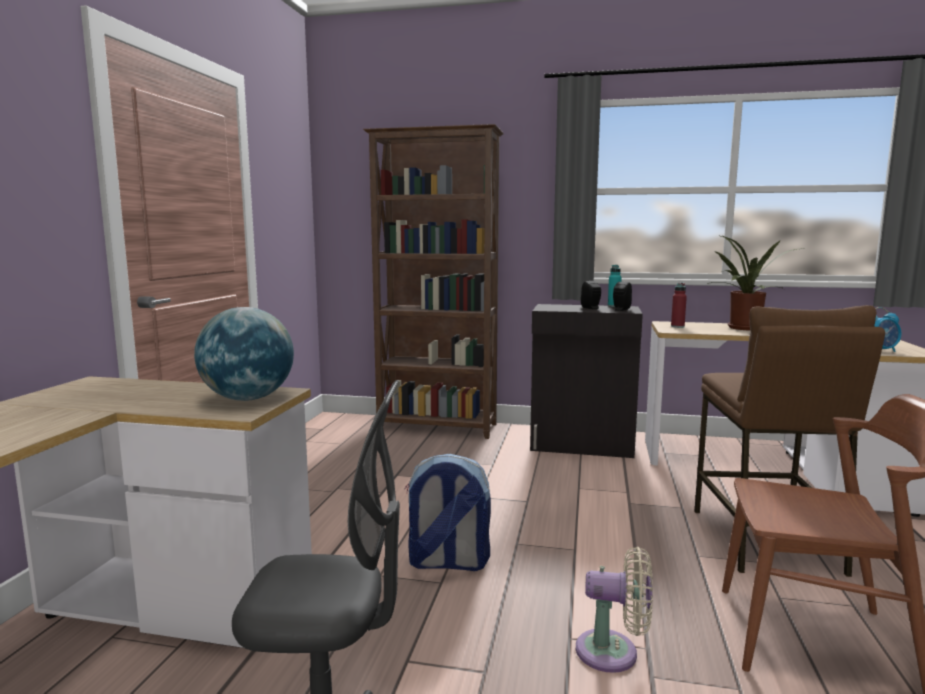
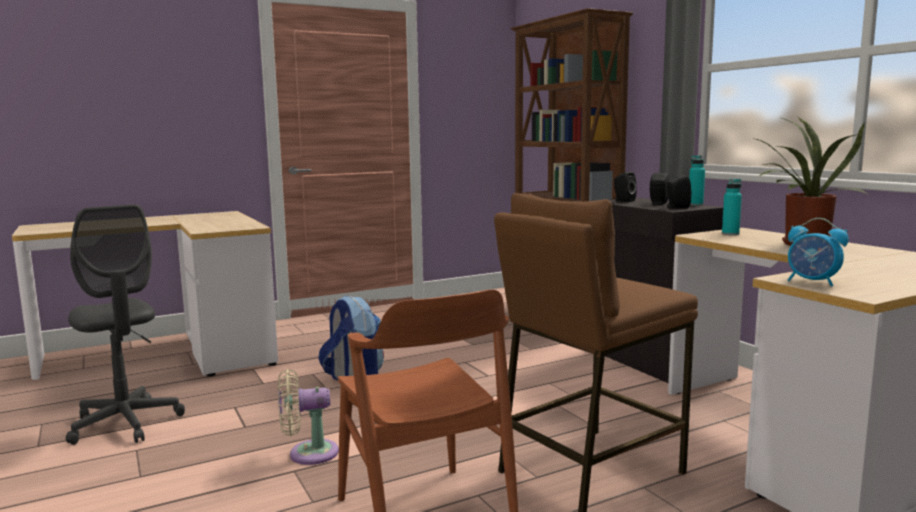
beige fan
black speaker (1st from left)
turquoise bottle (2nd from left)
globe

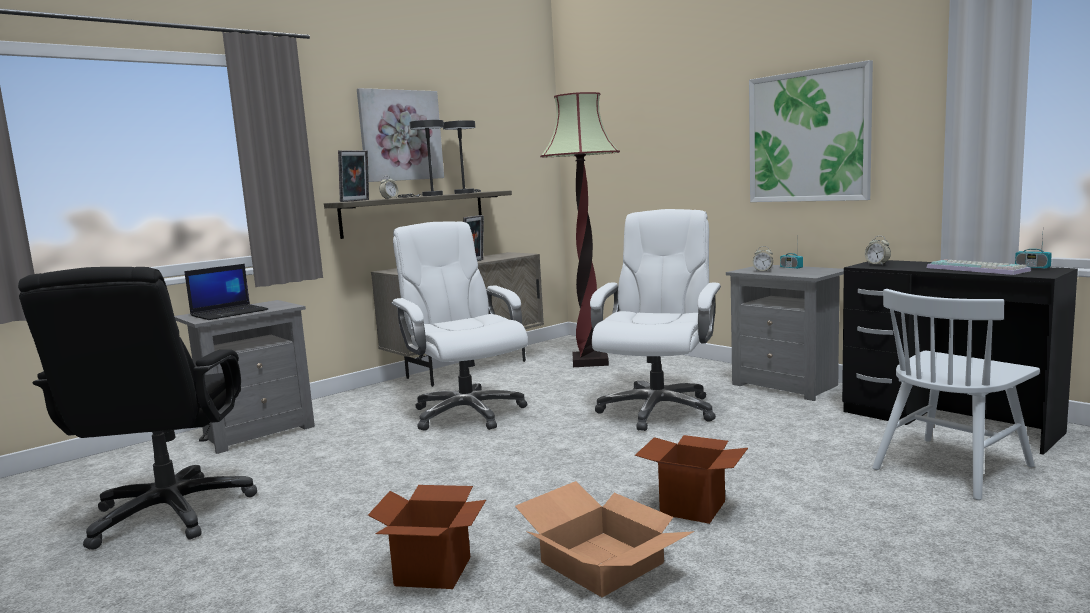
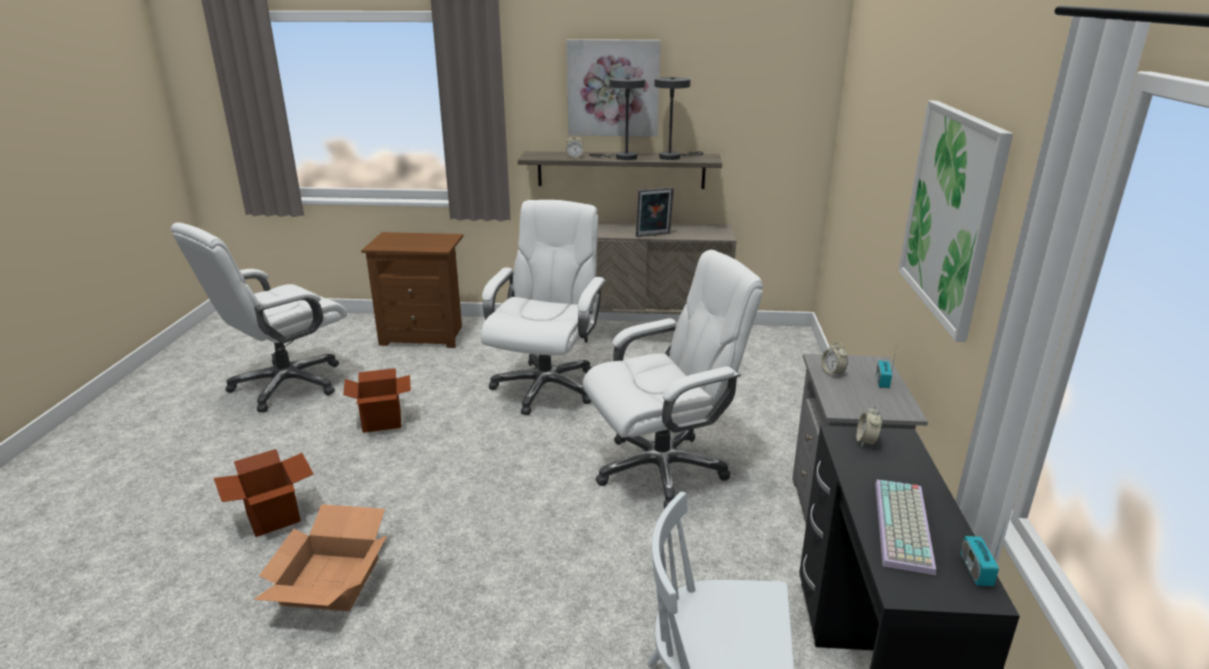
white office chair (1st from left)
cardboard box (3rd from left)
brown nightstand
laptop
picture frame (1st from left in the first image)
floor lamp

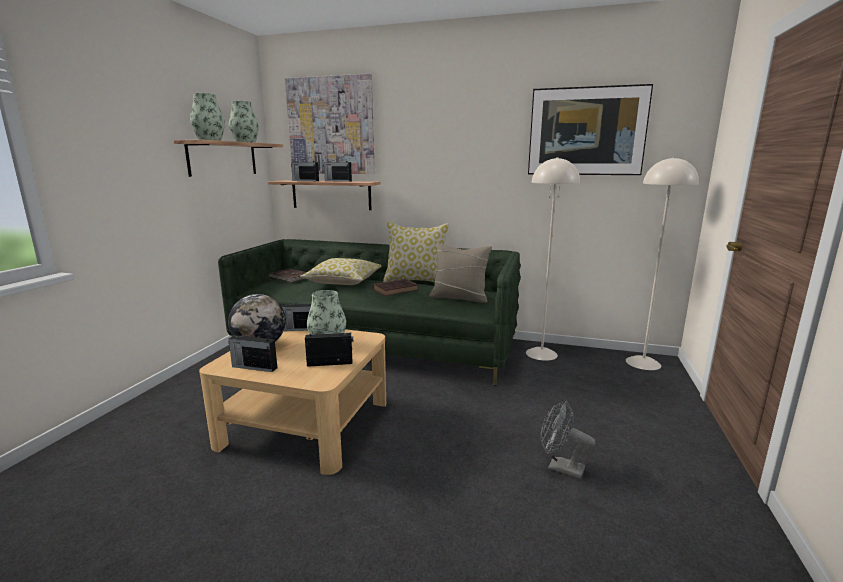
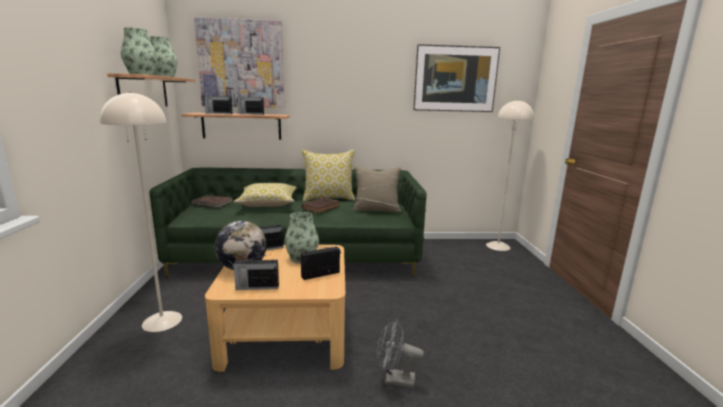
beige floor lamp (1st from left)
grey fan

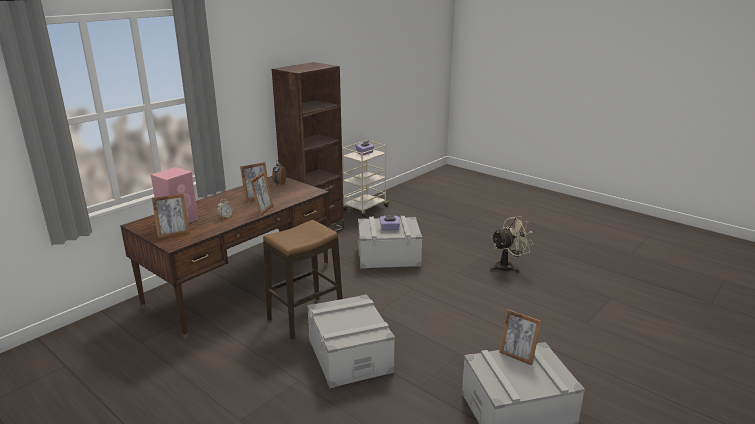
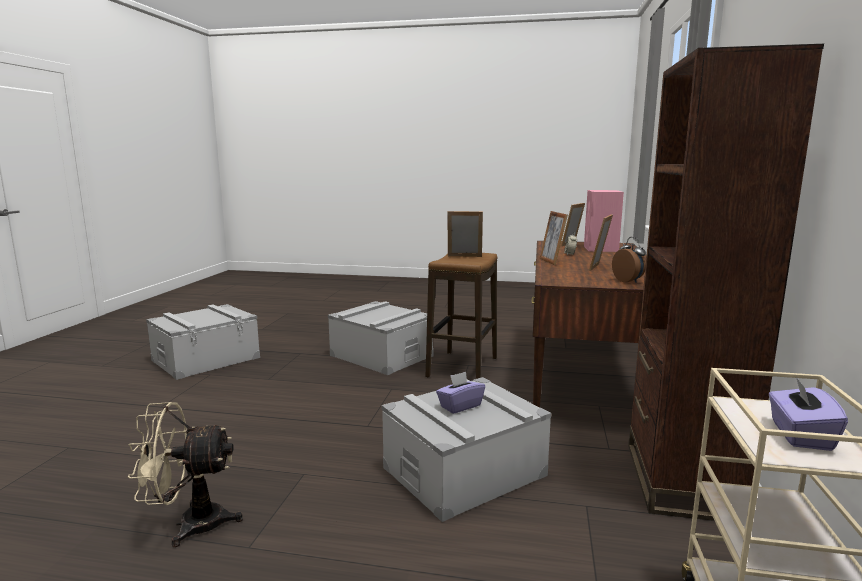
beige fan
picture frame (1st from left)

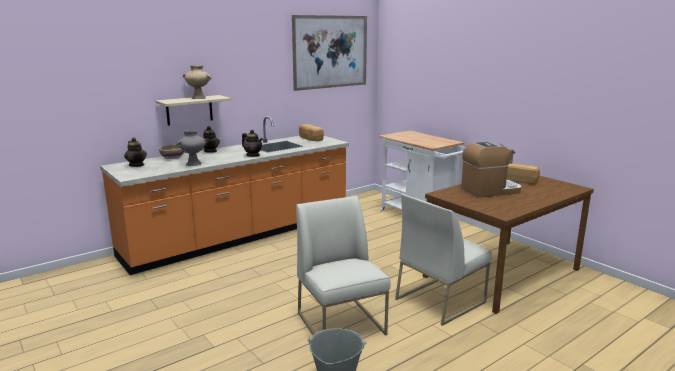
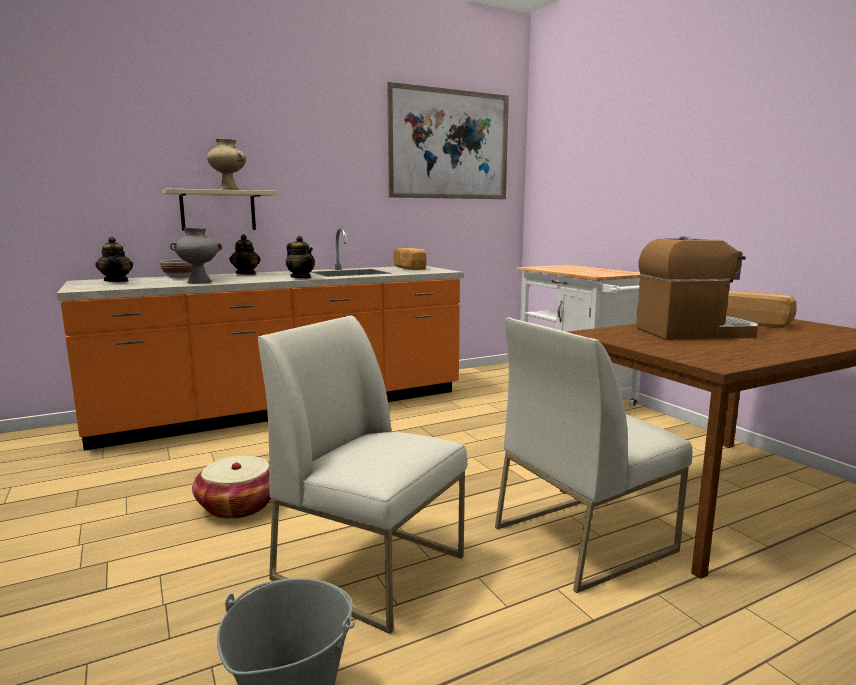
basket
white chair (1st from left)

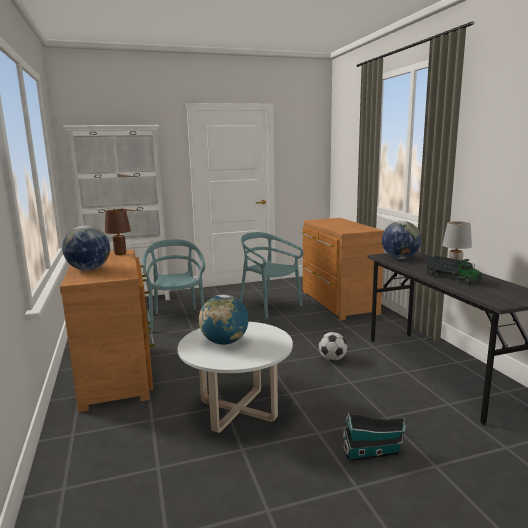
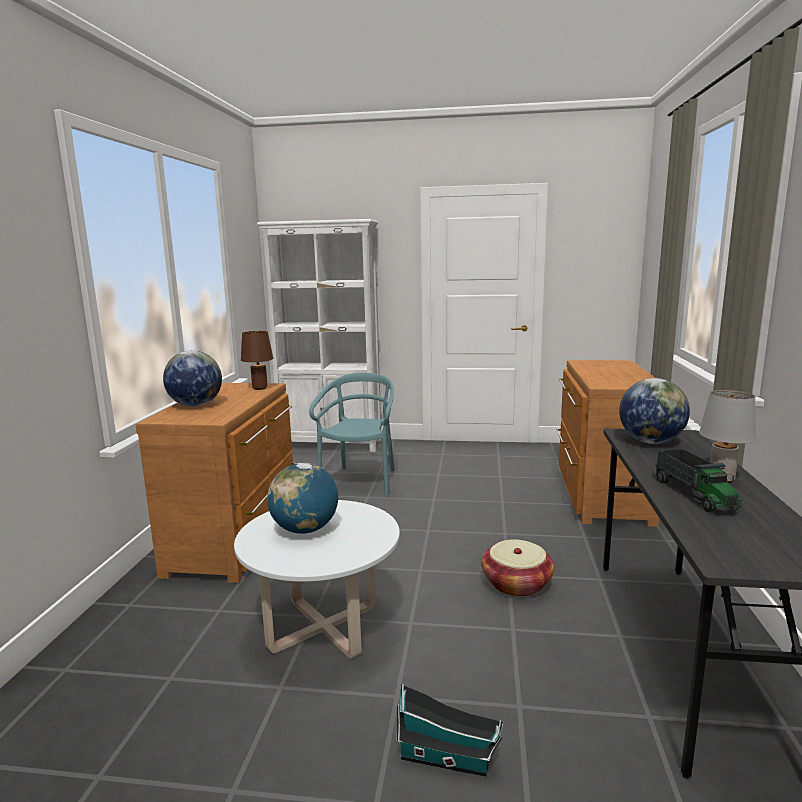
basket
turquoise chair (2nd from left in the first image)

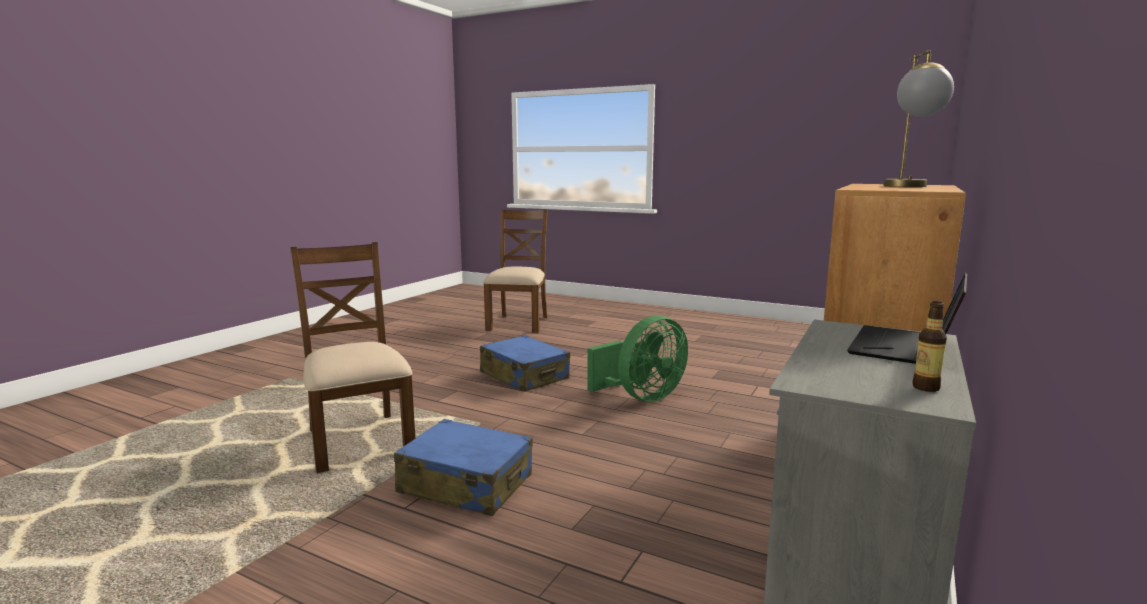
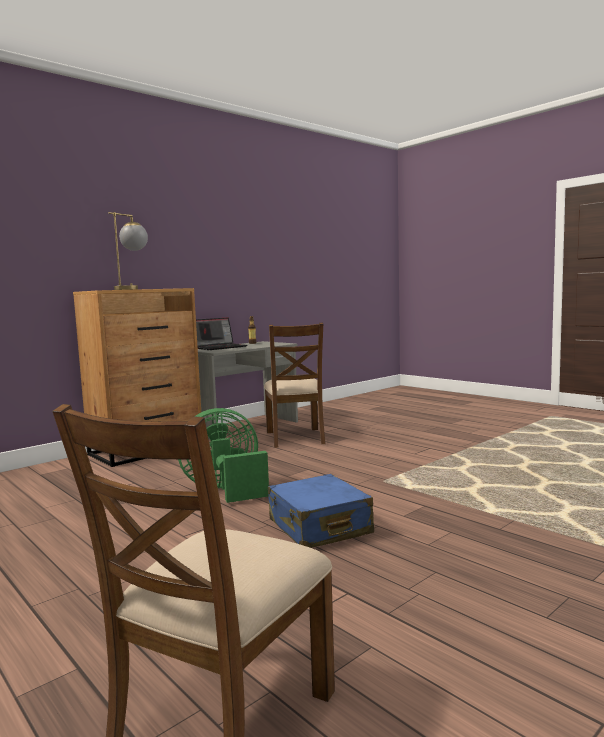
brown chair (2nd from left)
blue suitcase (1st from left in the first image)

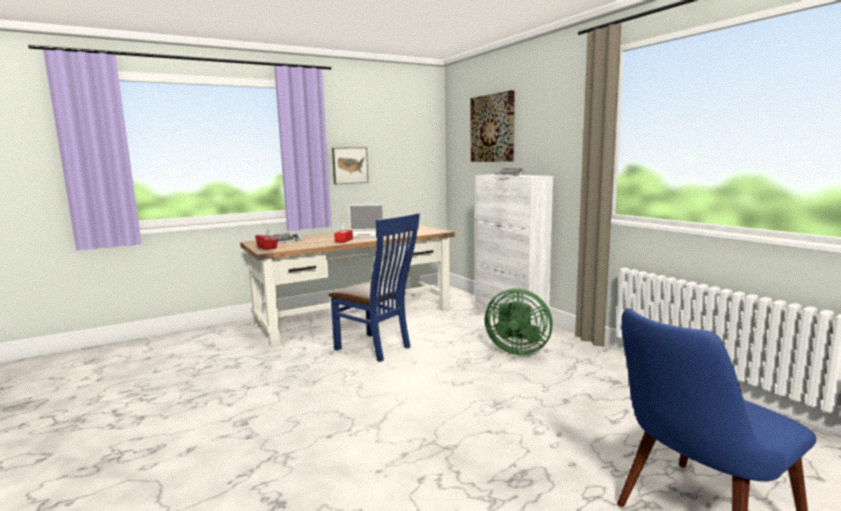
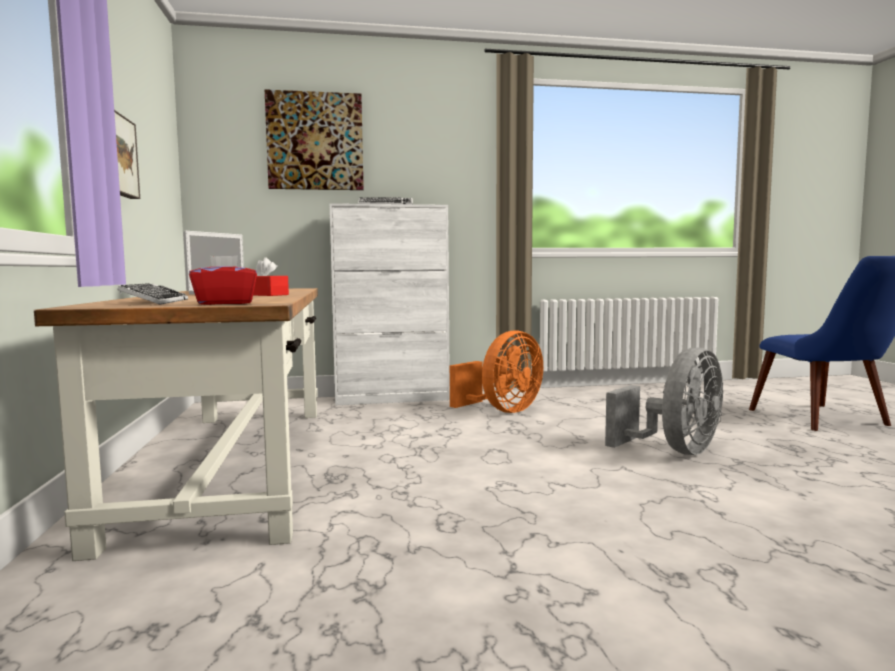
orange fan
grey fan
blue chair (1st from left in the first image)

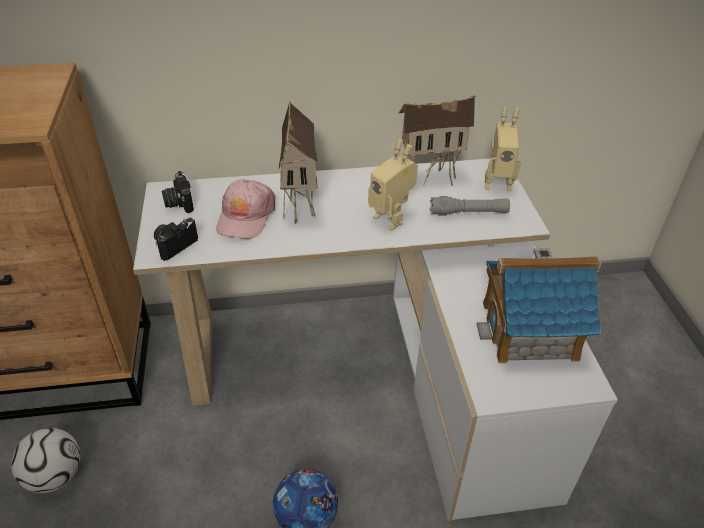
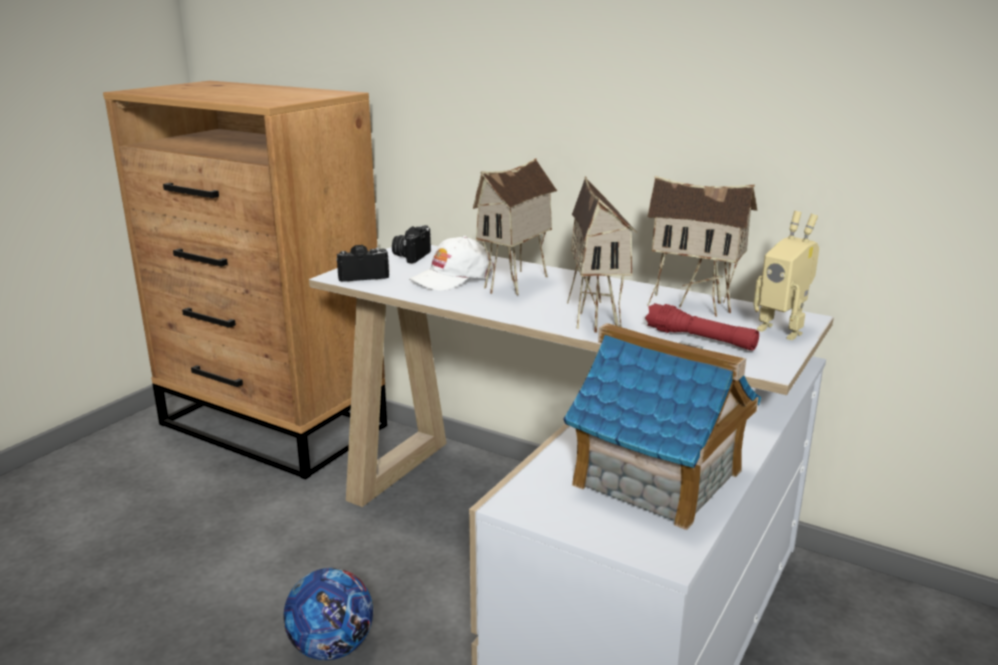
white cap
toy house (2nd from left)
red flashlight
football (1st from left in the first image)

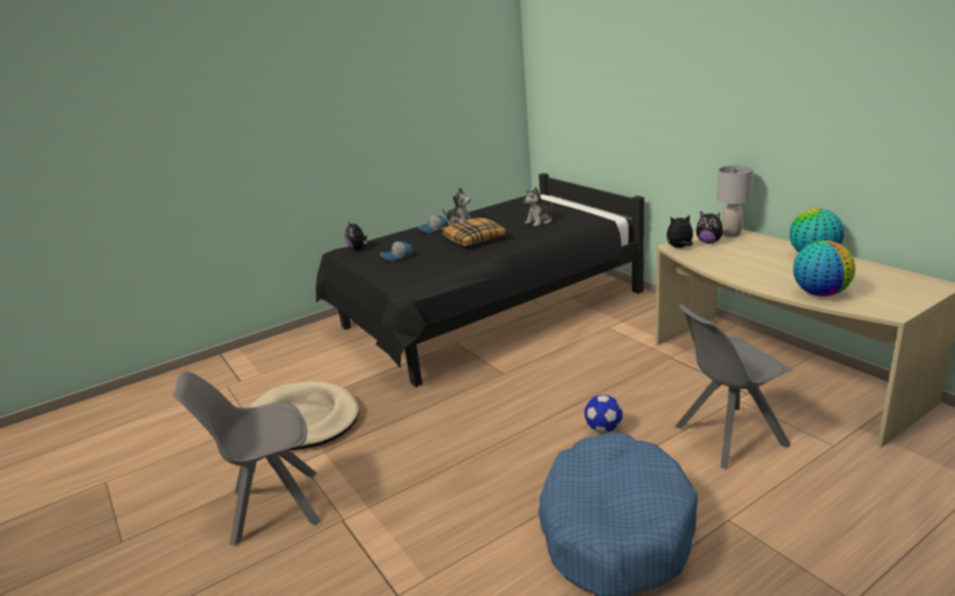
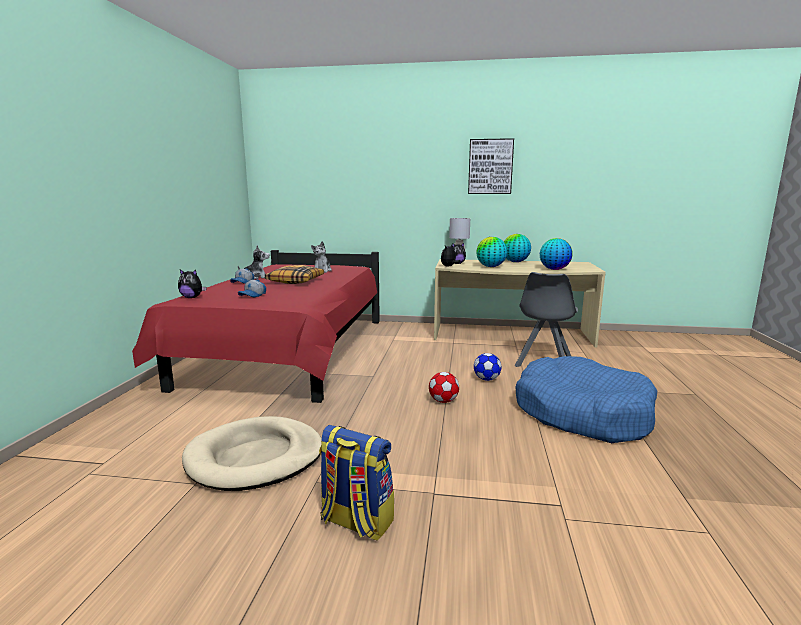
red bed
backpack
football (1st from left)
picture
globe (1st from left)

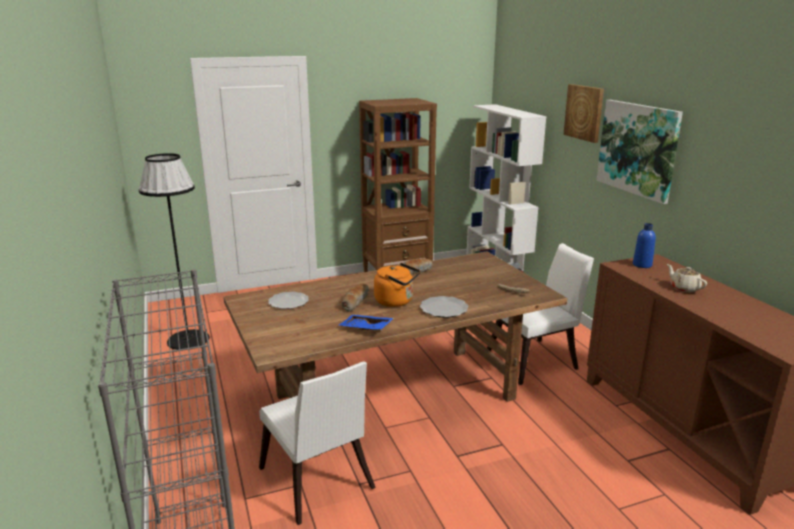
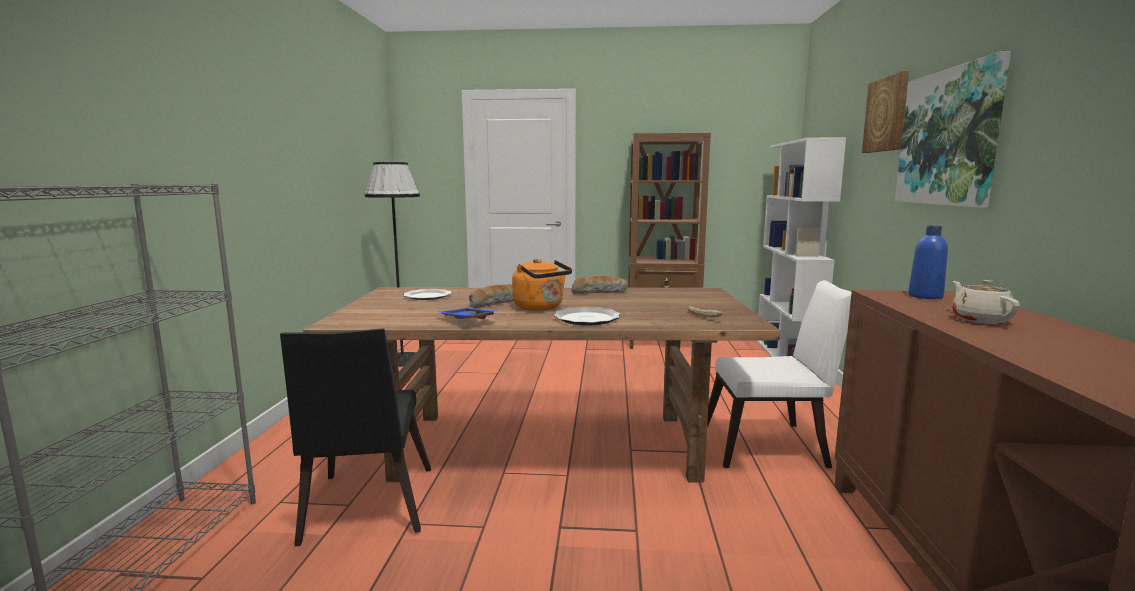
black chair

